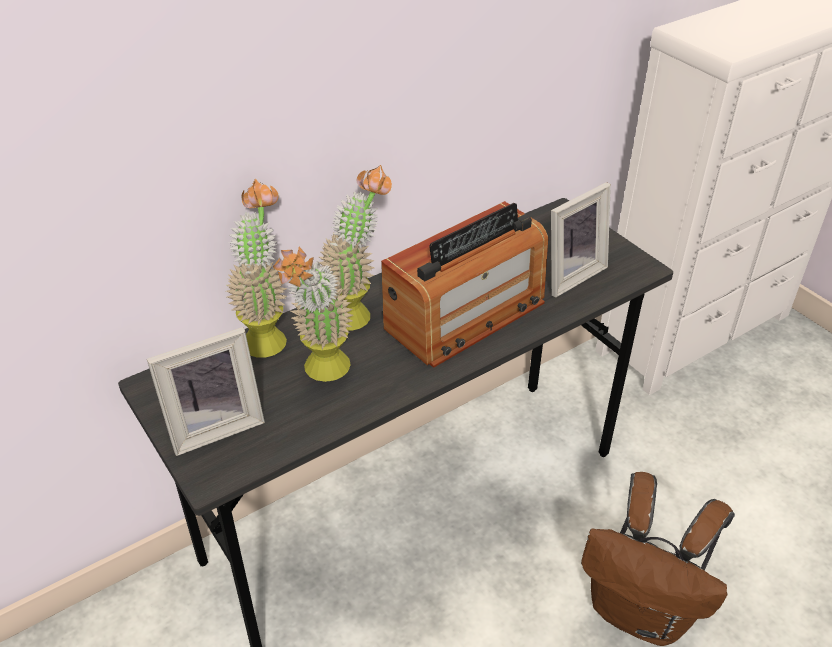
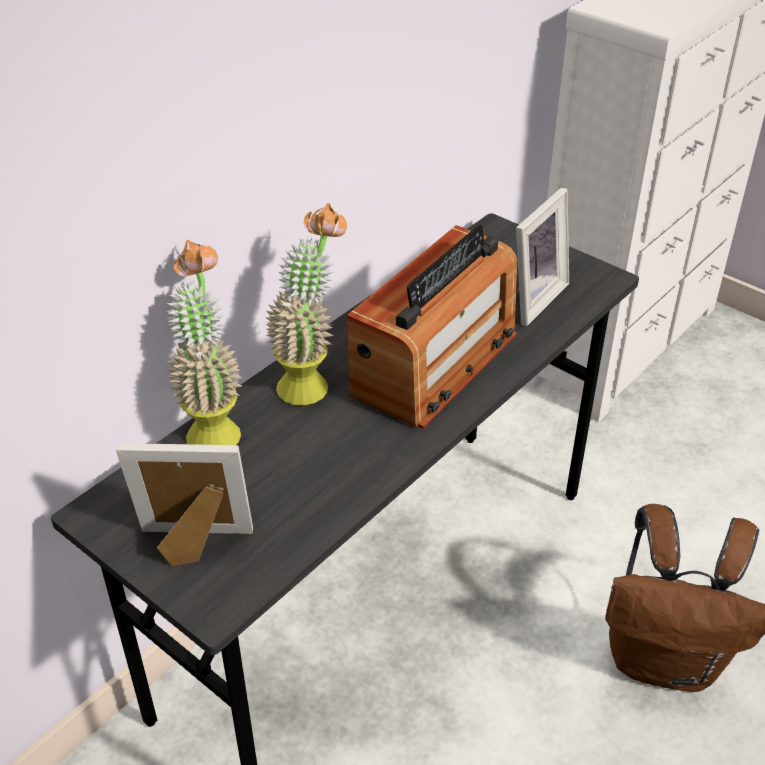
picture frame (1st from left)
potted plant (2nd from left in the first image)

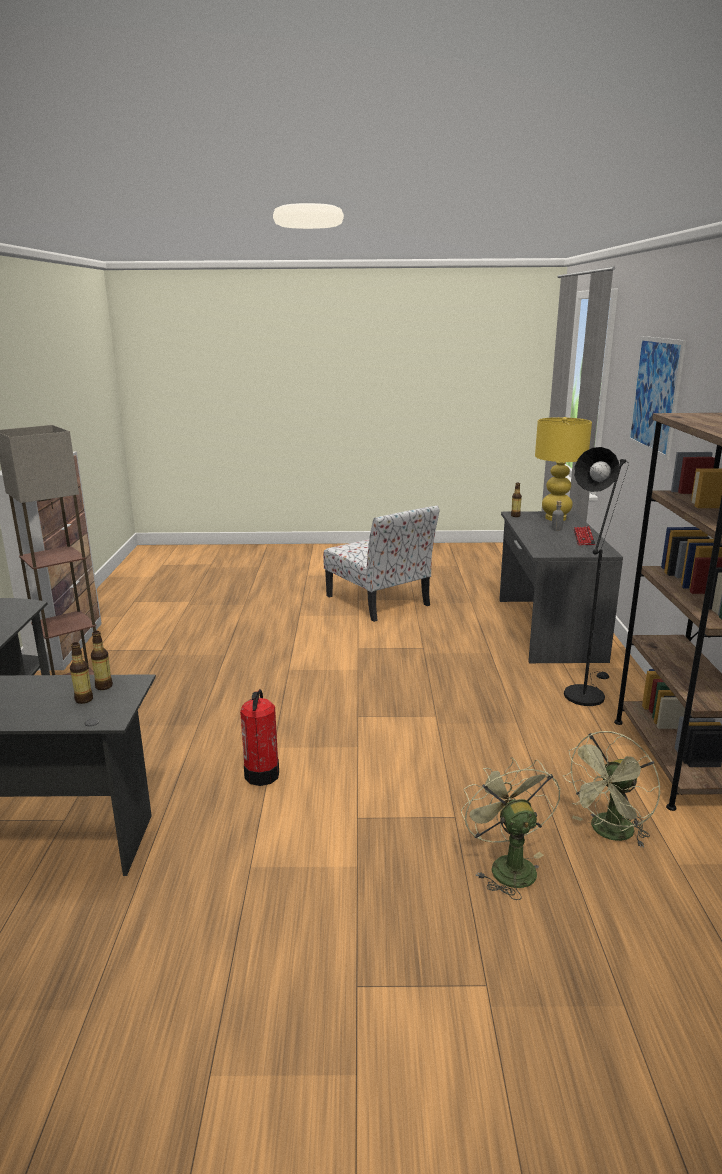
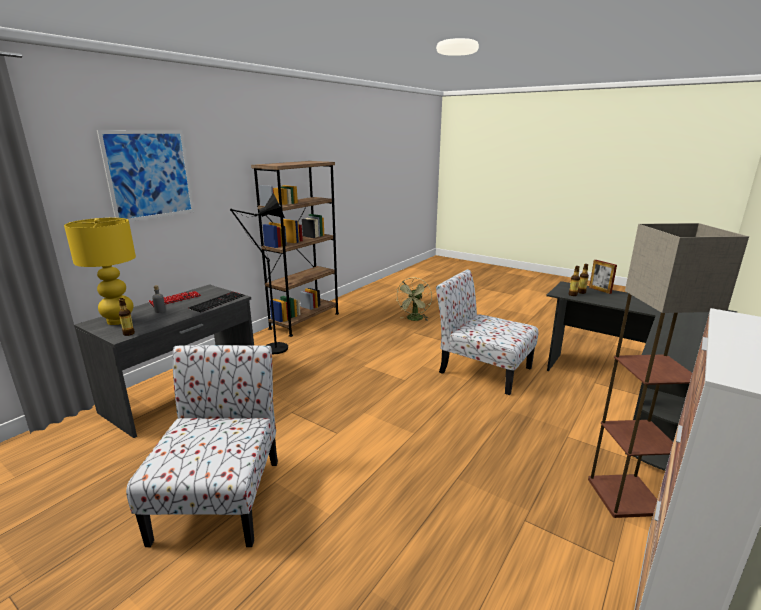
keyboard (2nd from left)
chair (2nd from left)
picture frame
green fan (2nd from left in the first image)

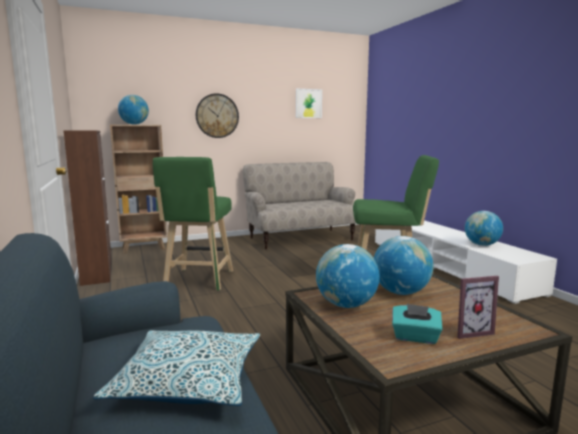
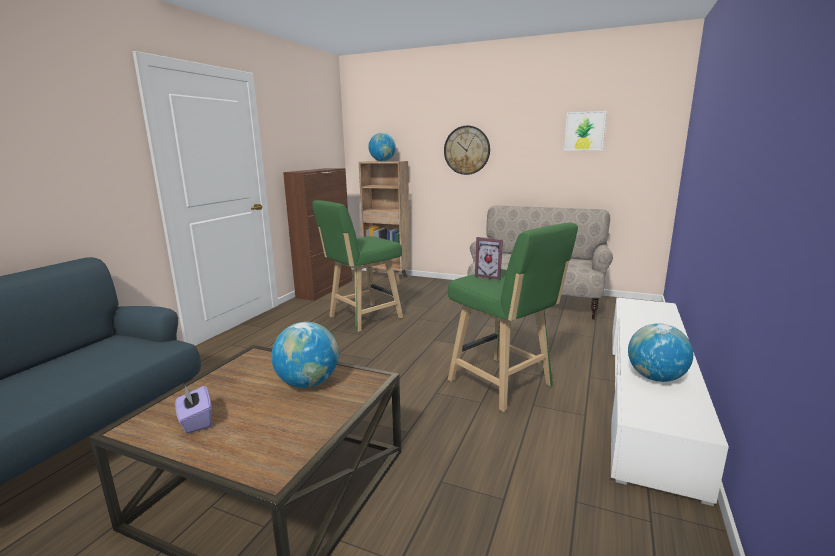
purple tissue box
picture frame
pillow
globe (2nd from left in the first image)

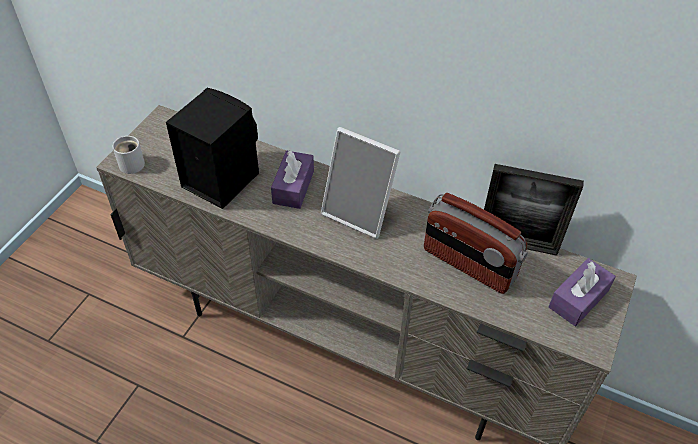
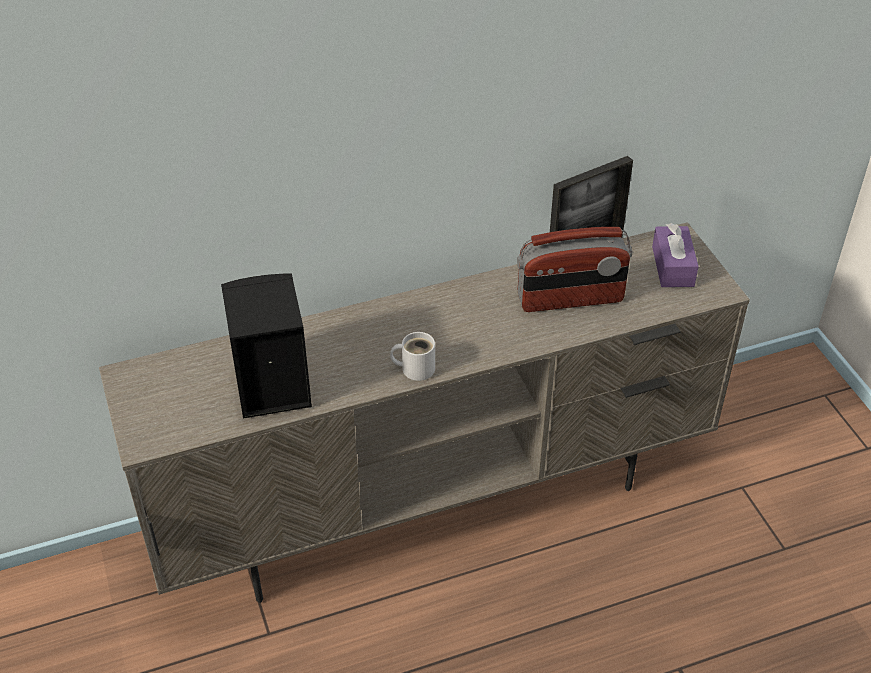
white mug
purple tissue box (1st from left in the first image)
picture frame (1st from left in the first image)

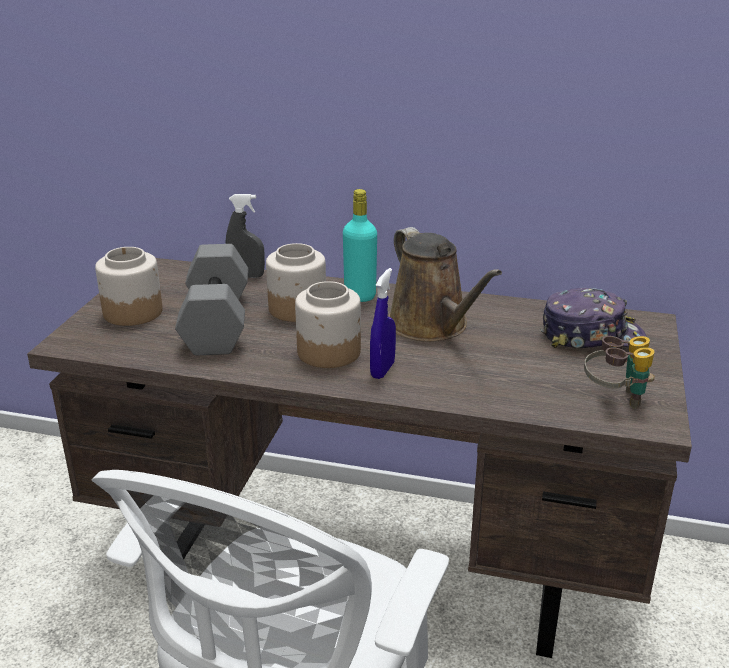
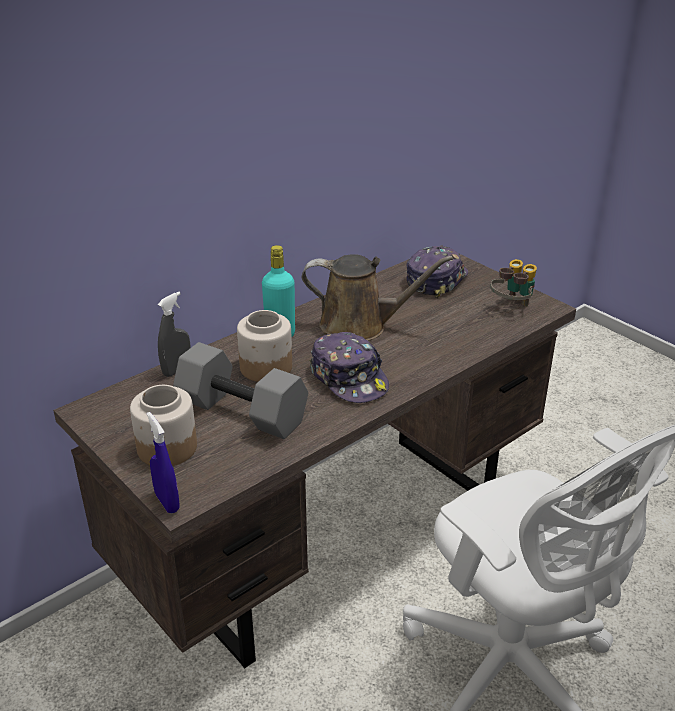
blue spray bottle
cap (1st from left)

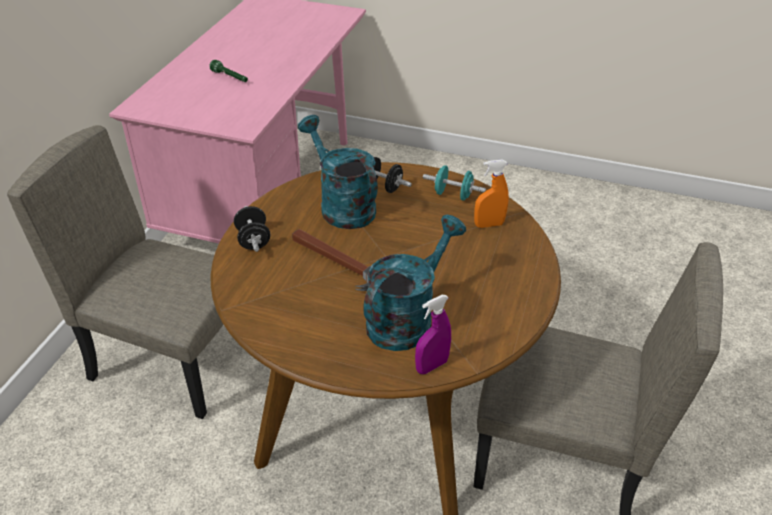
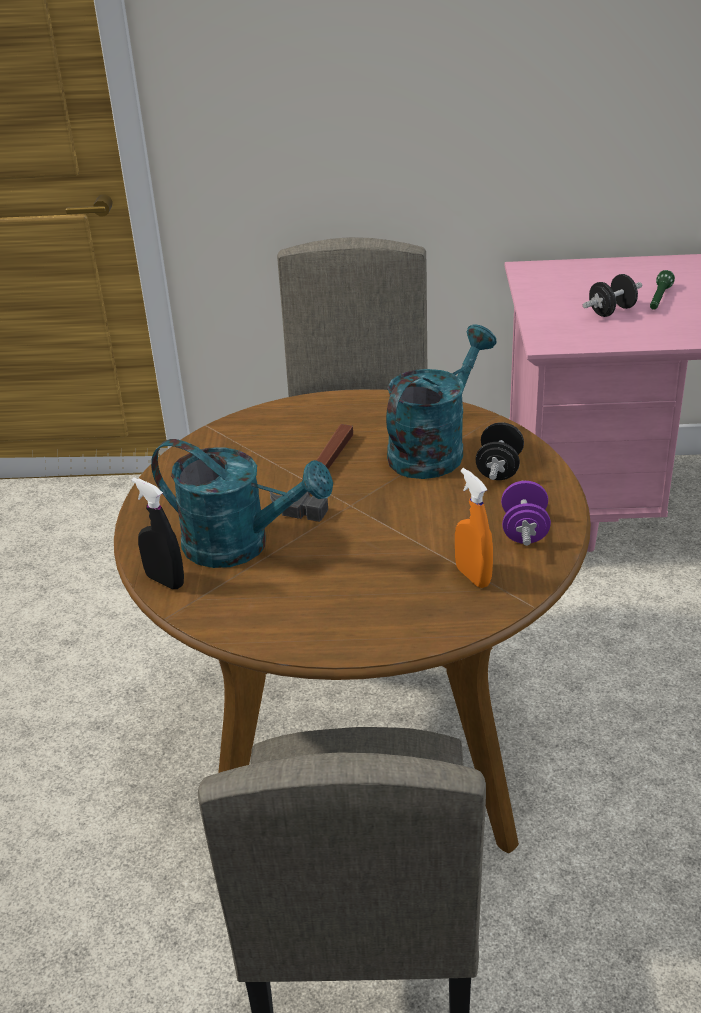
black spray bottle
purple dumbbell
black dumbbell (2nd from left)

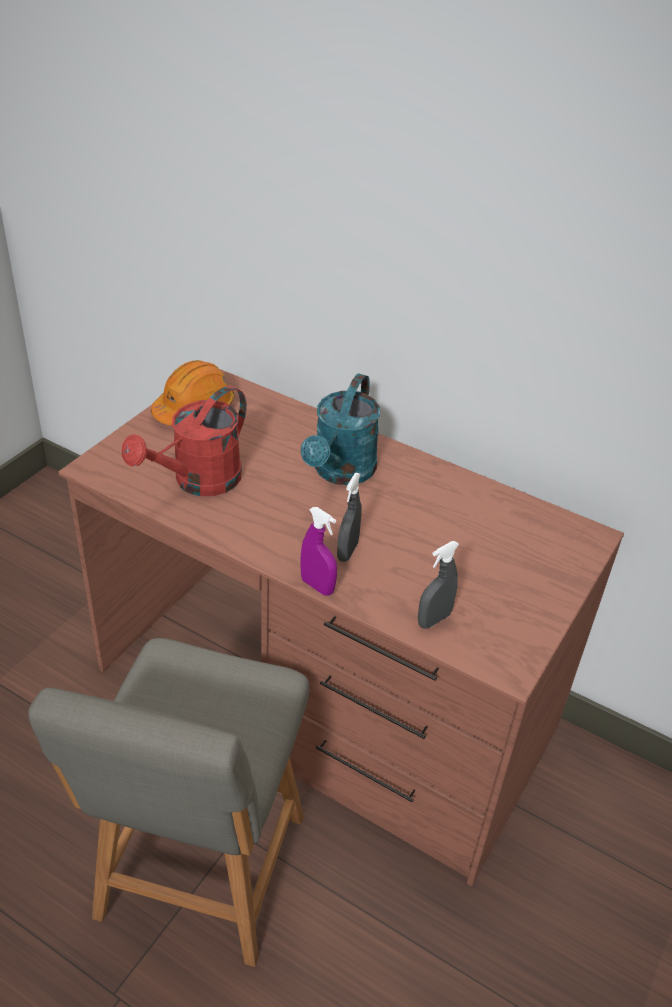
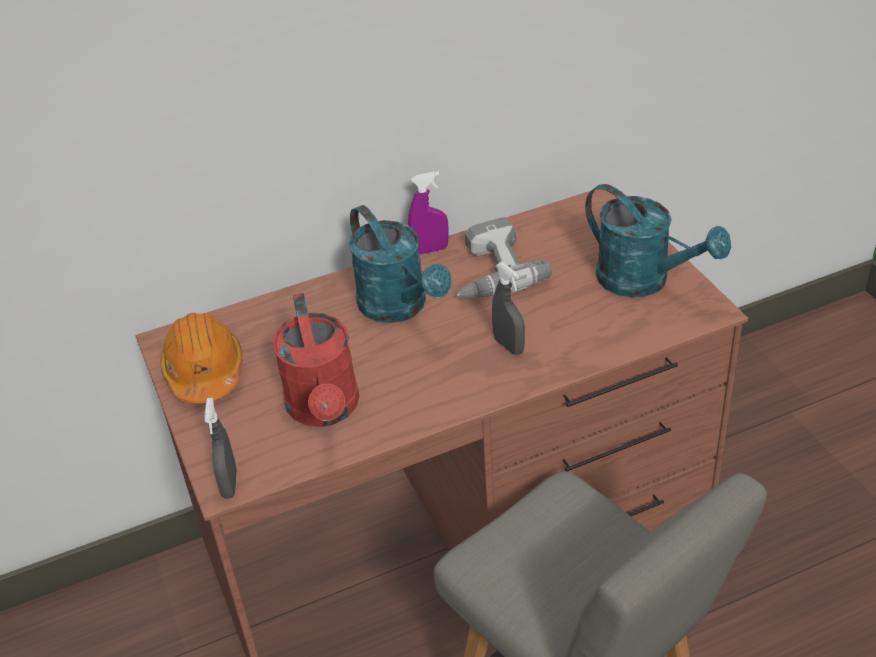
grey spray bottle (1st from left)
purple spray bottle
power drill
turquoise watering can (2nd from left)

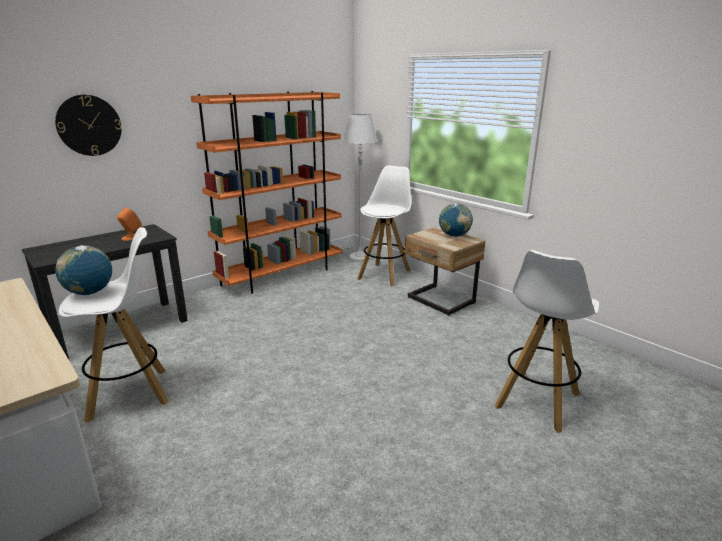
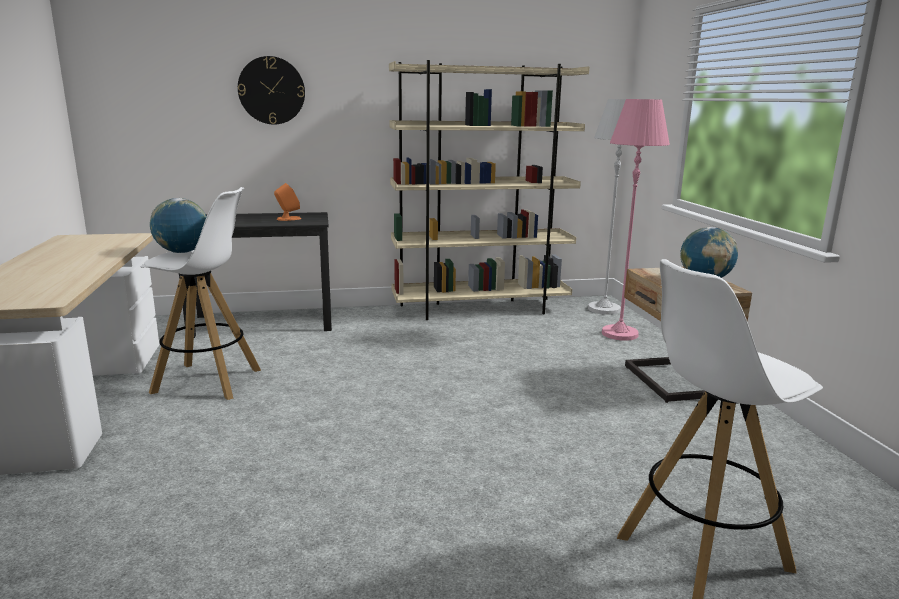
beige bookcase
pink floor lamp

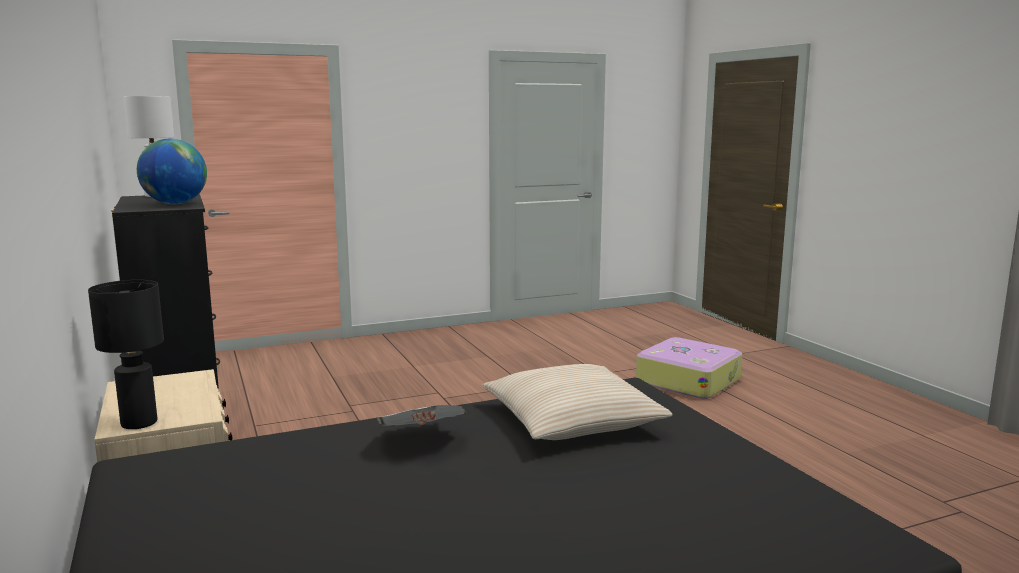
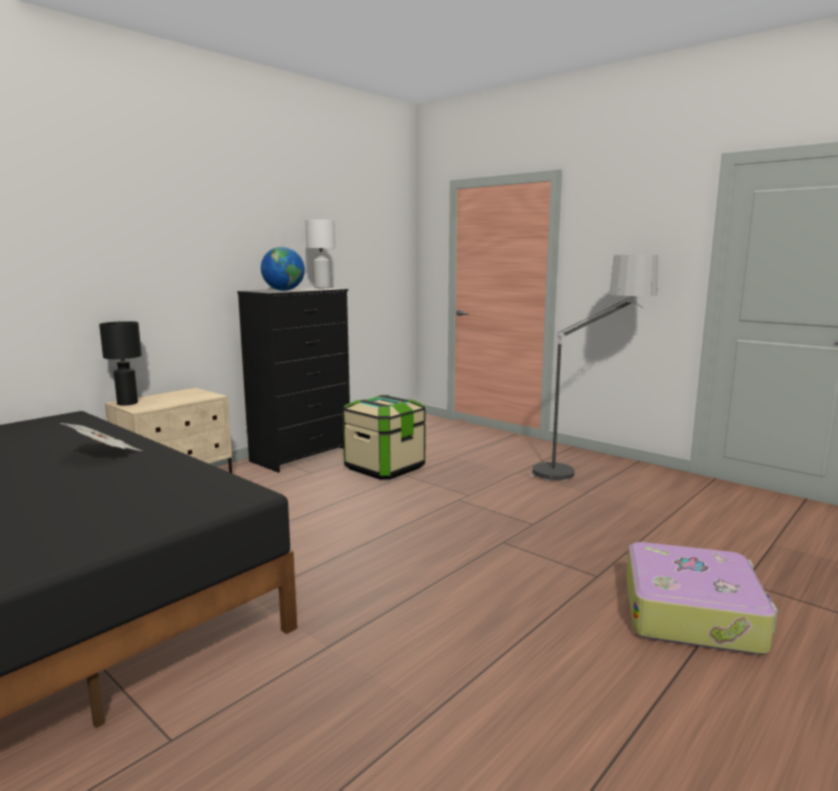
storage box
floor lamp
beige pillow

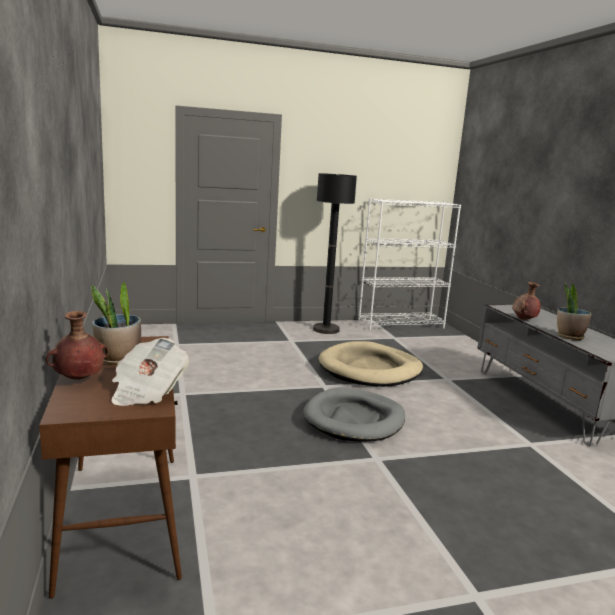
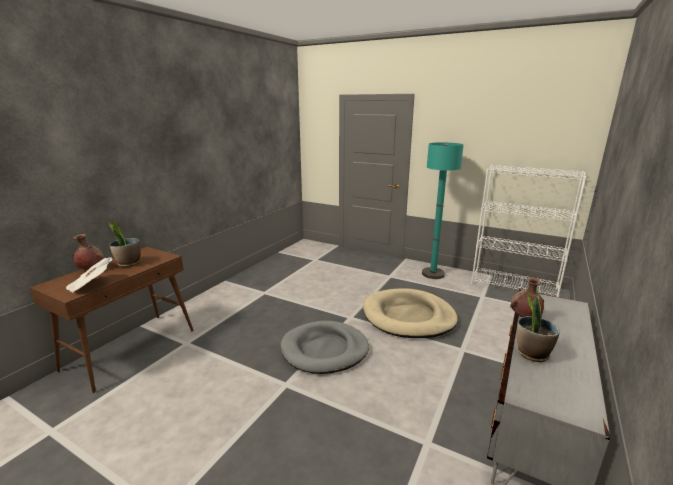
turquoise floor lamp

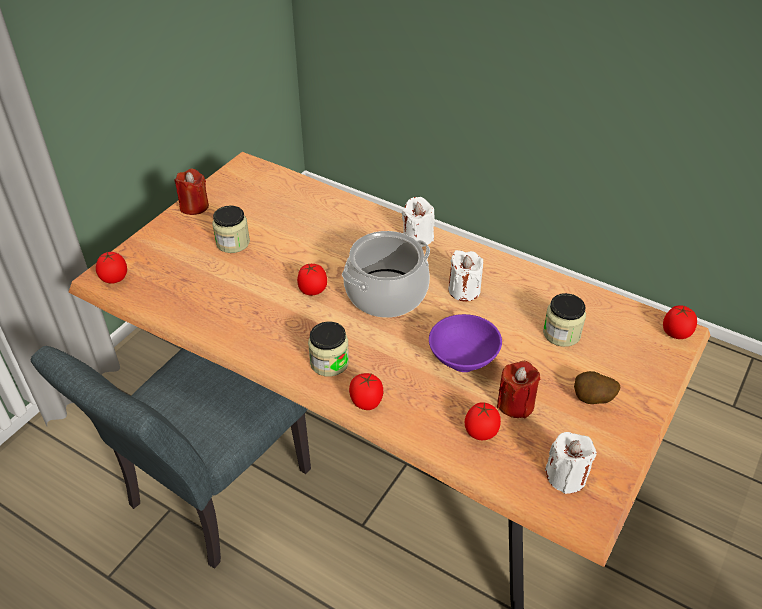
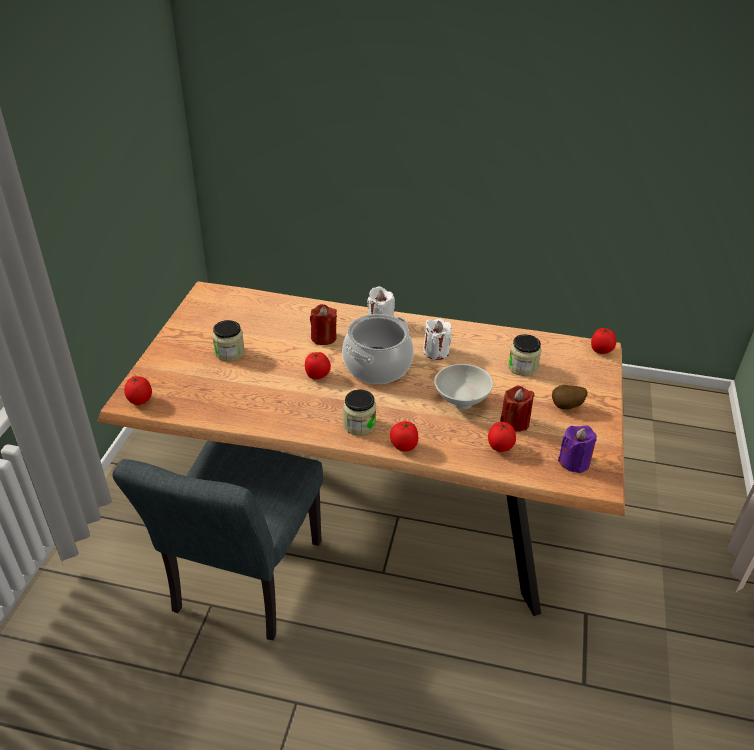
red candle (1st from left)
white bowl
purple candle

